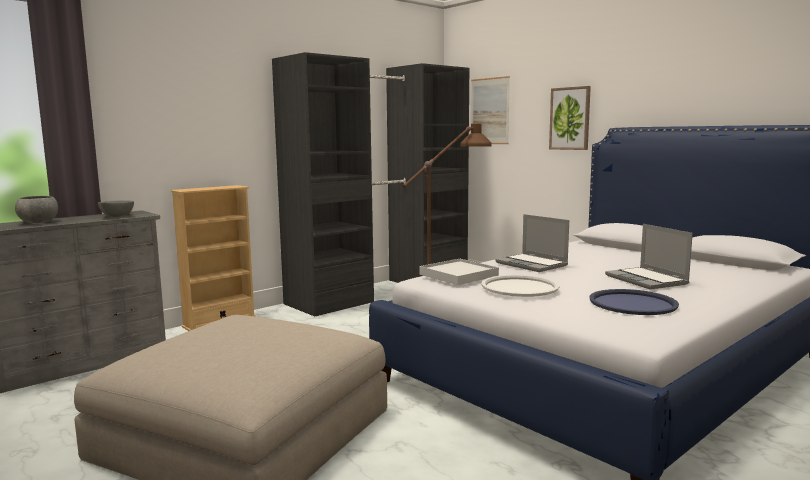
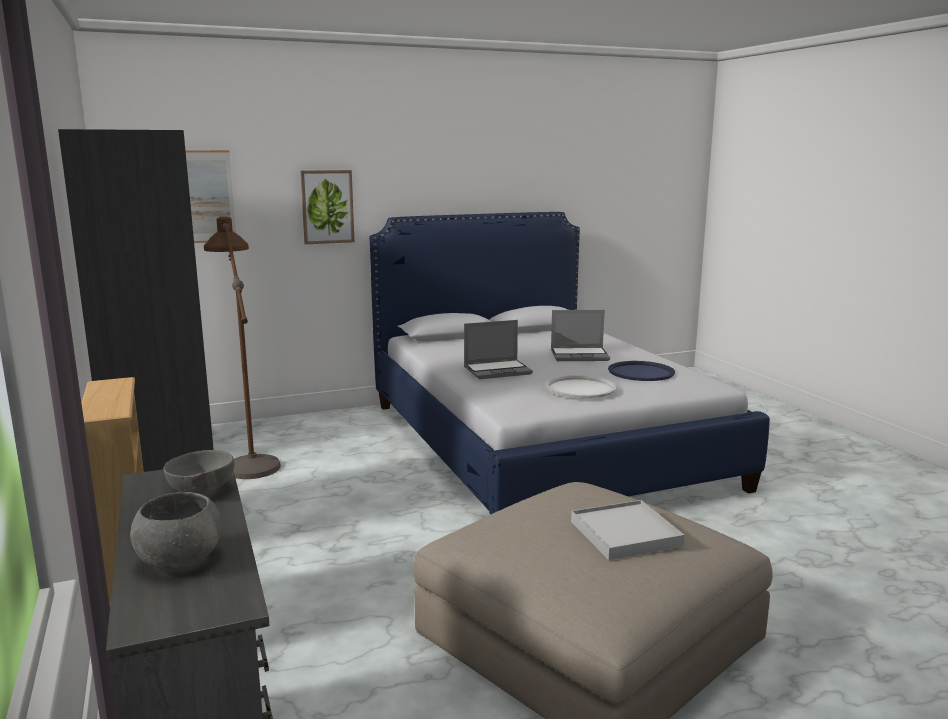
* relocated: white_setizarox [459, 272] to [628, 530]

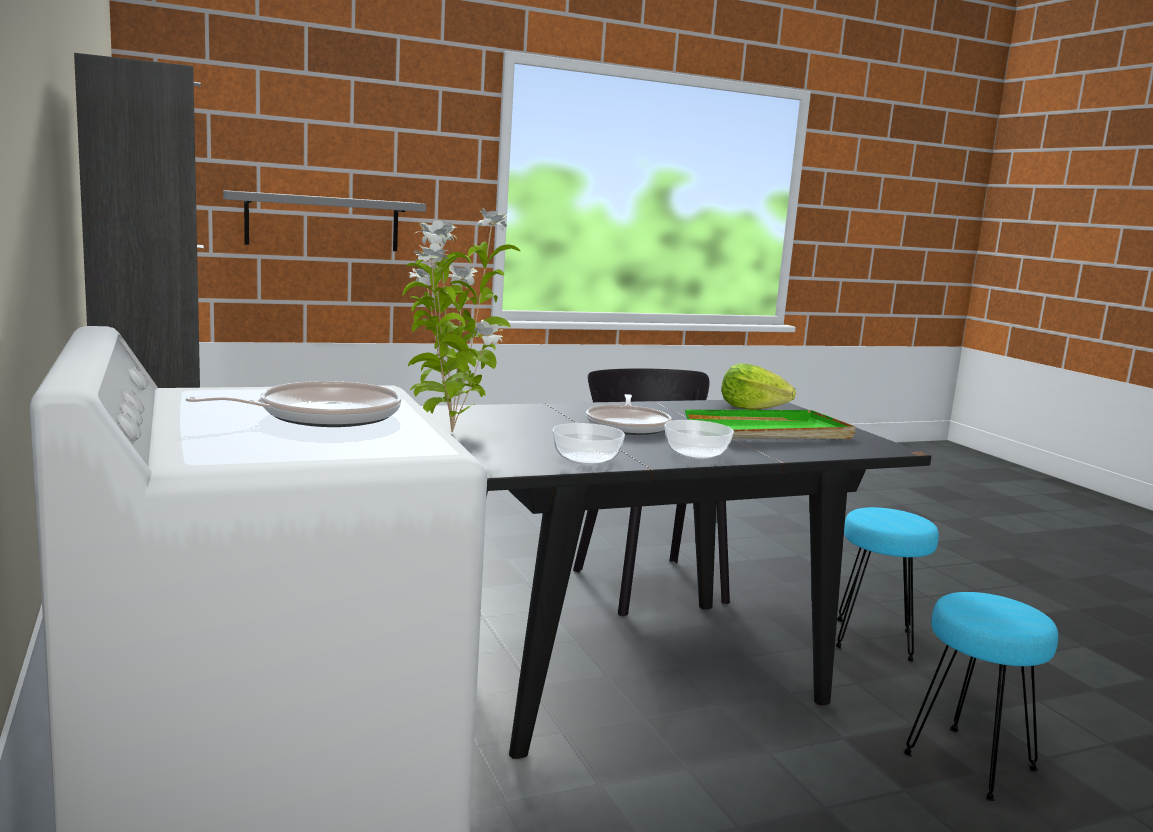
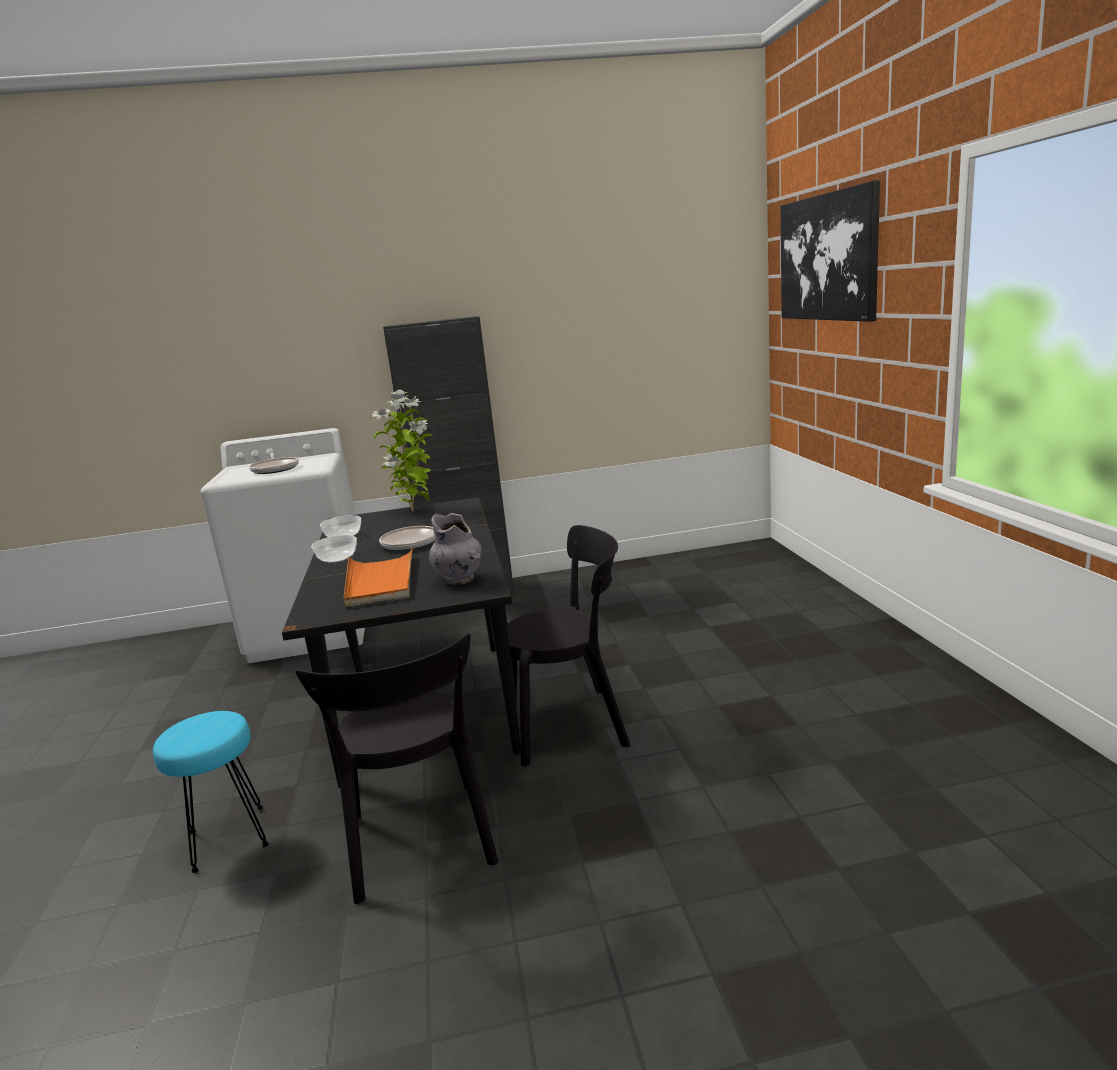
* exchanged: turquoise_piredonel [887, 584] to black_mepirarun [397, 768]
* colour: green_setizarox [770, 424] to orange_setizarox [378, 577]
* exchanged: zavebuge [758, 386] to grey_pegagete [456, 549]
* appeared: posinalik [830, 251]
* missing: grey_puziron [324, 220]

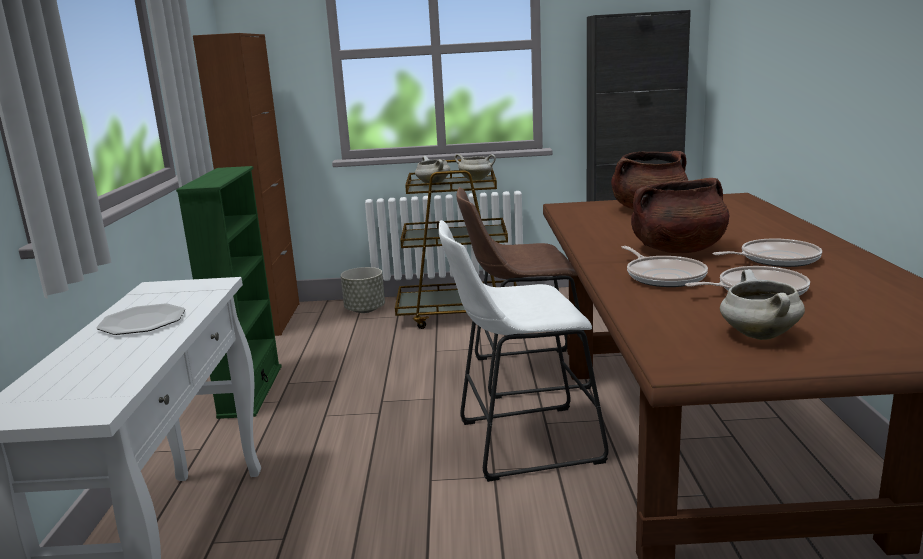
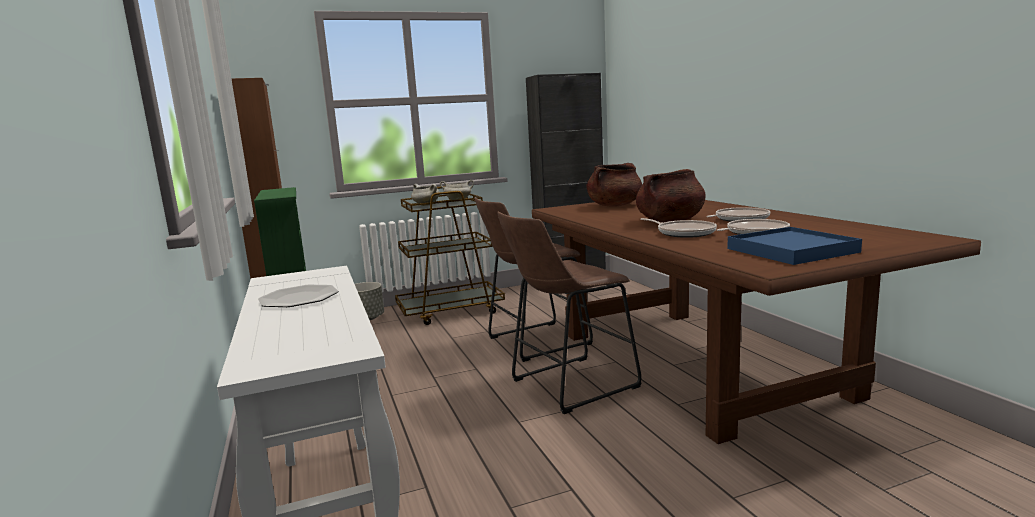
* colour: white_piredonel [523, 351] to brown_piredonel [569, 312]
* exchanged: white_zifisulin [762, 304] to blue_setizarox [794, 246]

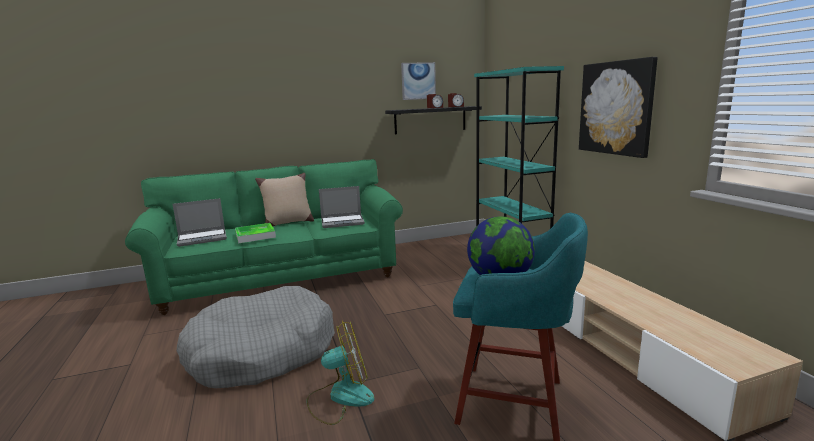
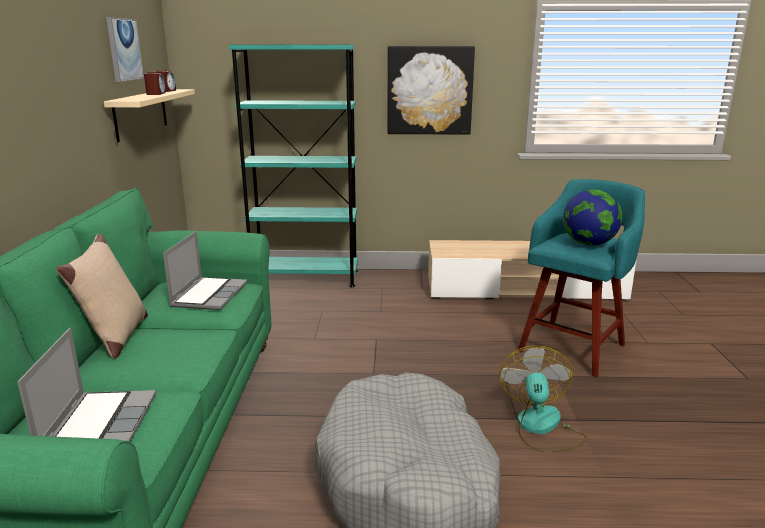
* colour: black_puziron [433, 120] to beige_puziron [149, 115]
* missing: setizarox [255, 233]

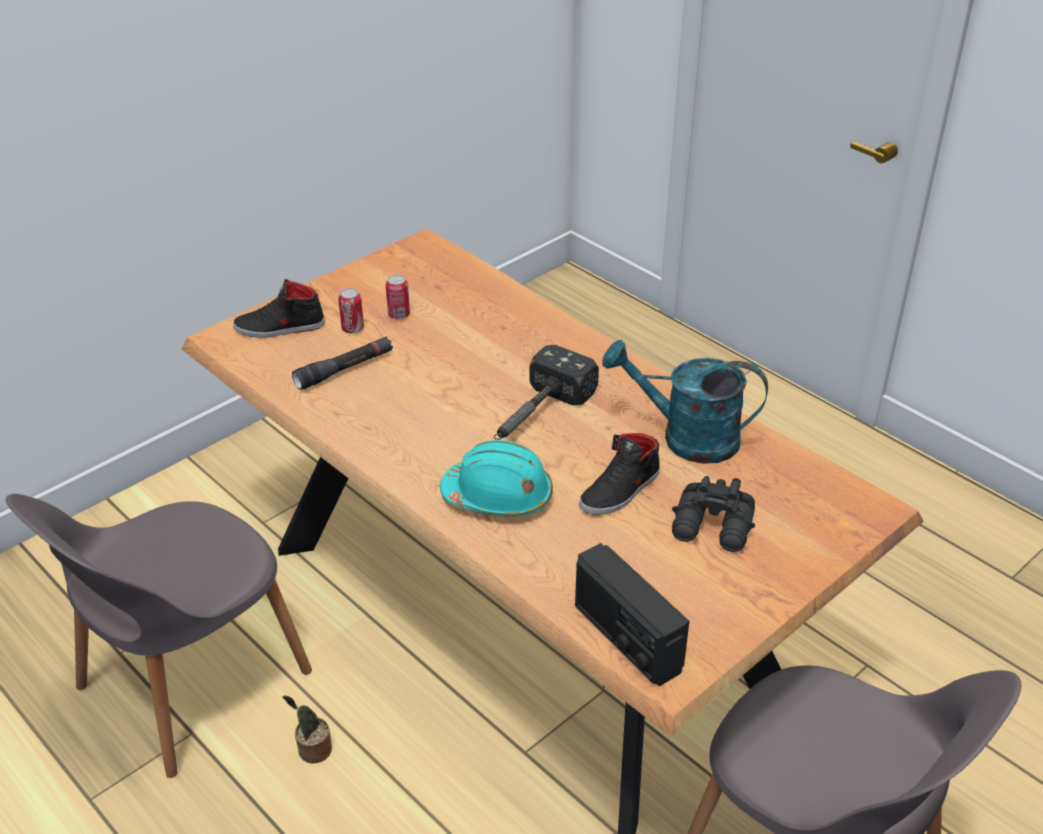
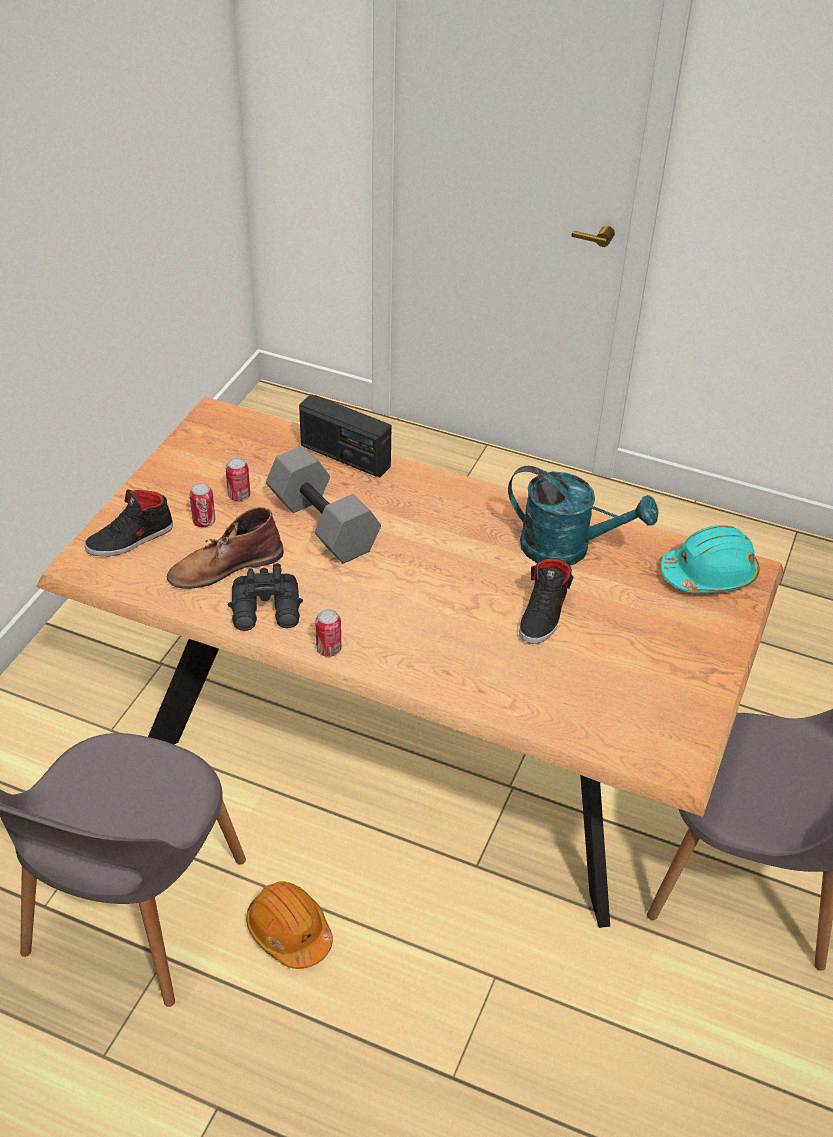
* exchanged: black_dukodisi [342, 363] to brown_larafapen [225, 548]
* relocated: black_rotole [713, 514] to [265, 597]
* exchanged: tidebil [307, 729] to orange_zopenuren [289, 925]
* appeared: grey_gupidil [323, 504]
* relocated: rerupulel [632, 614] to [345, 436]
* appeared: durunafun [328, 633]
* spun: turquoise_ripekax [685, 402] = [583, 516] 150 degrees counterclockwise
* relocated: turquoise_zopenuren [496, 478] to [710, 559]
* missing: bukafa [546, 392]

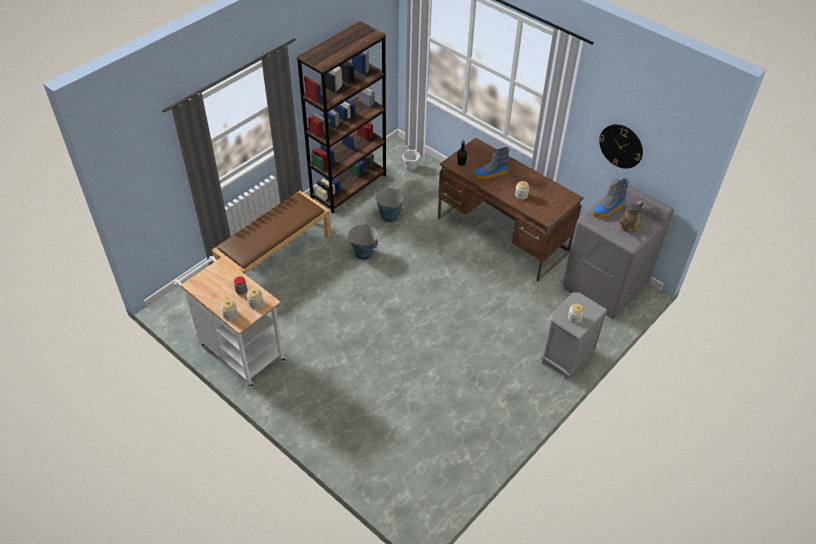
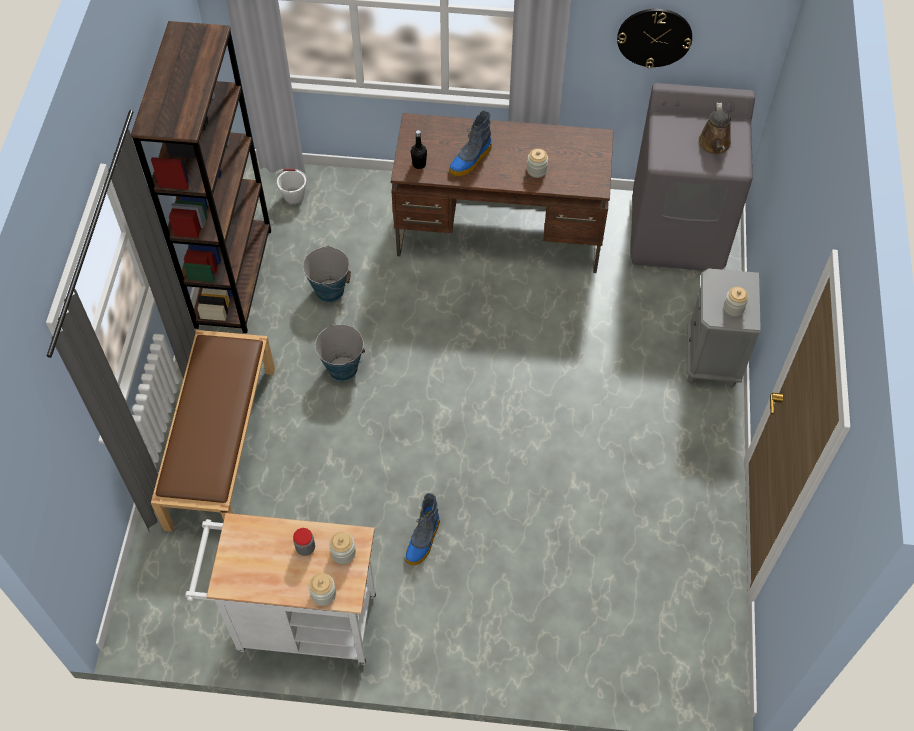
* relocated: larafapen [610, 198] to [422, 529]

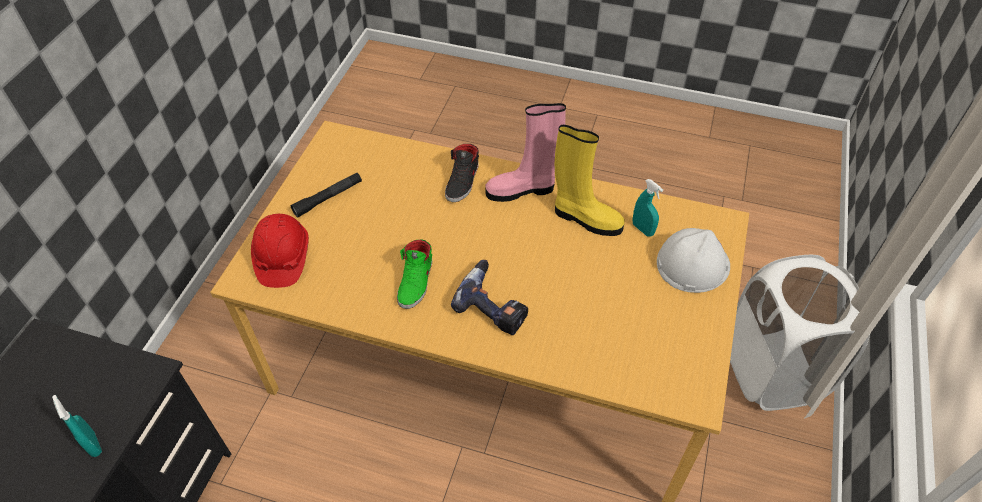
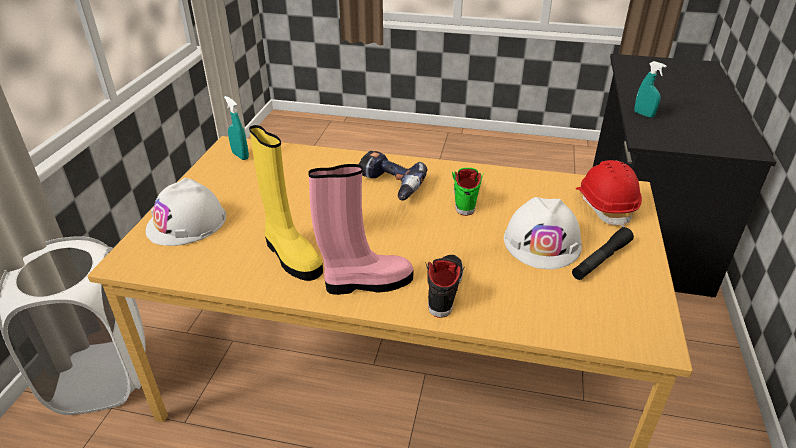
* relocated: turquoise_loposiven [648, 208] to [236, 128]
* spun: yellow_larafapen [590, 180] = [286, 203] 150 degrees counterclockwise
* appeared: white_zopenuren [543, 233]

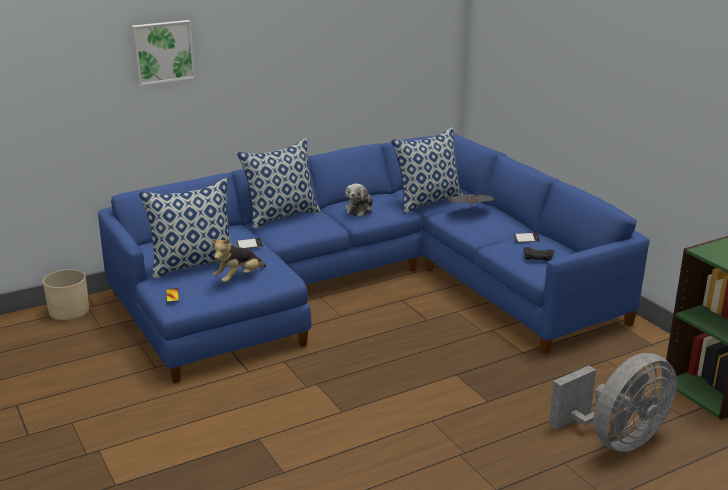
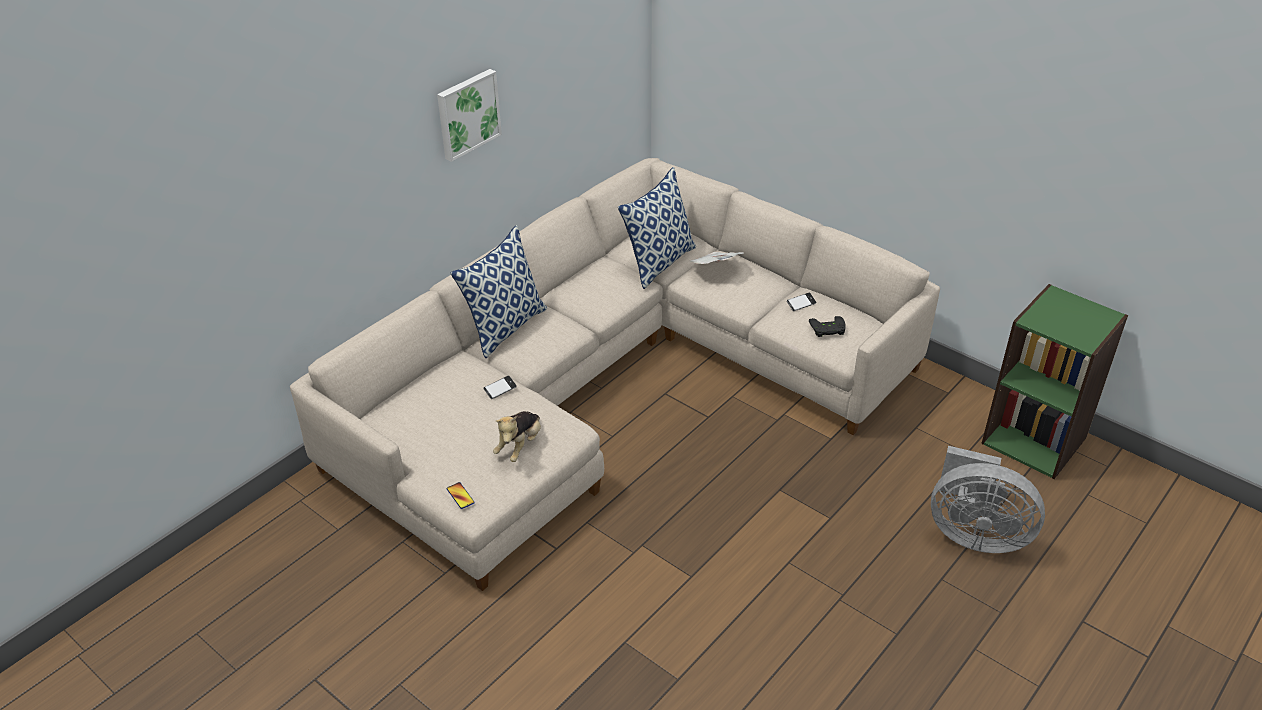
* colour: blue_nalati [374, 258] to beige_nalati [615, 374]
* relocated: posinalik [163, 53] to [469, 115]
* spun: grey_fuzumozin [613, 402] = [988, 499] 75 degrees clockwise
* missing: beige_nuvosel [66, 294]
* missing: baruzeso [185, 228]
* missing: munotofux [359, 200]

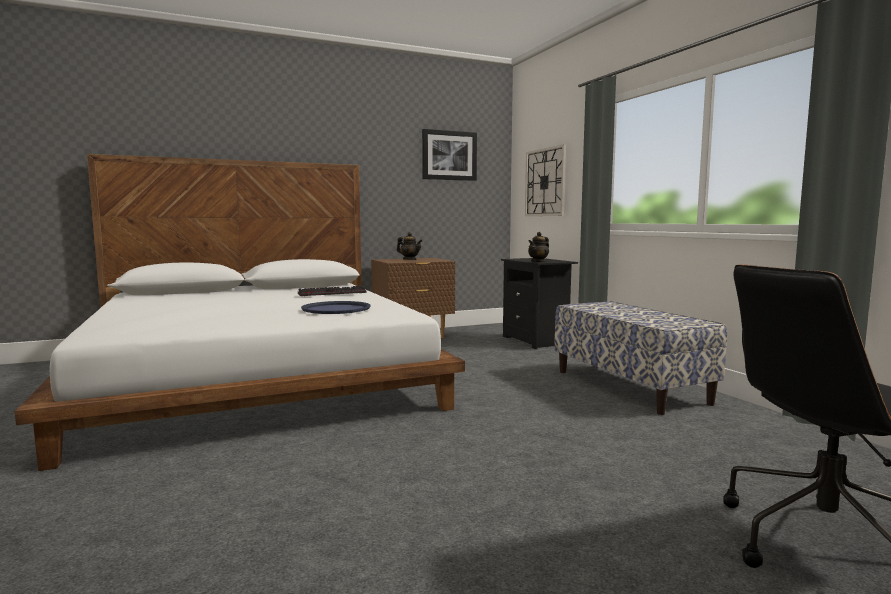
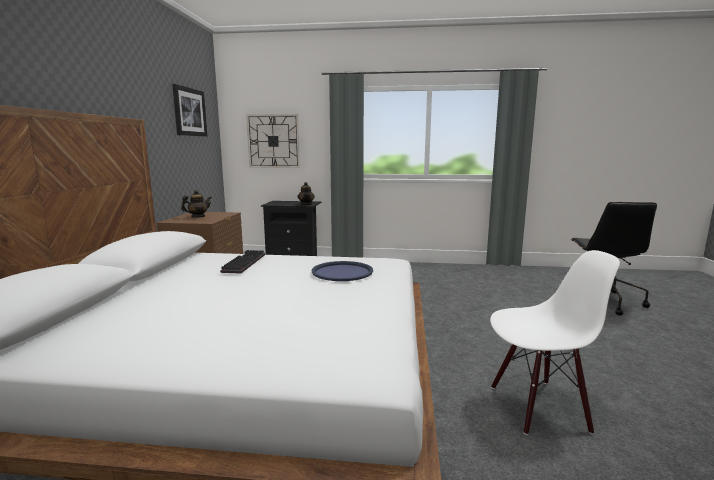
* appeared: white_mepirarun [555, 342]
* missing: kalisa [640, 358]

